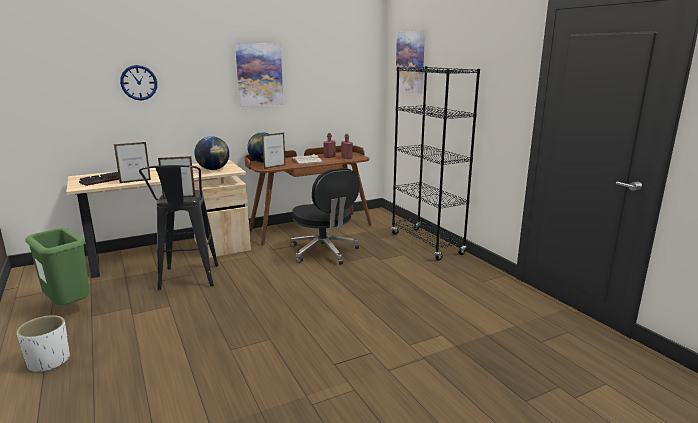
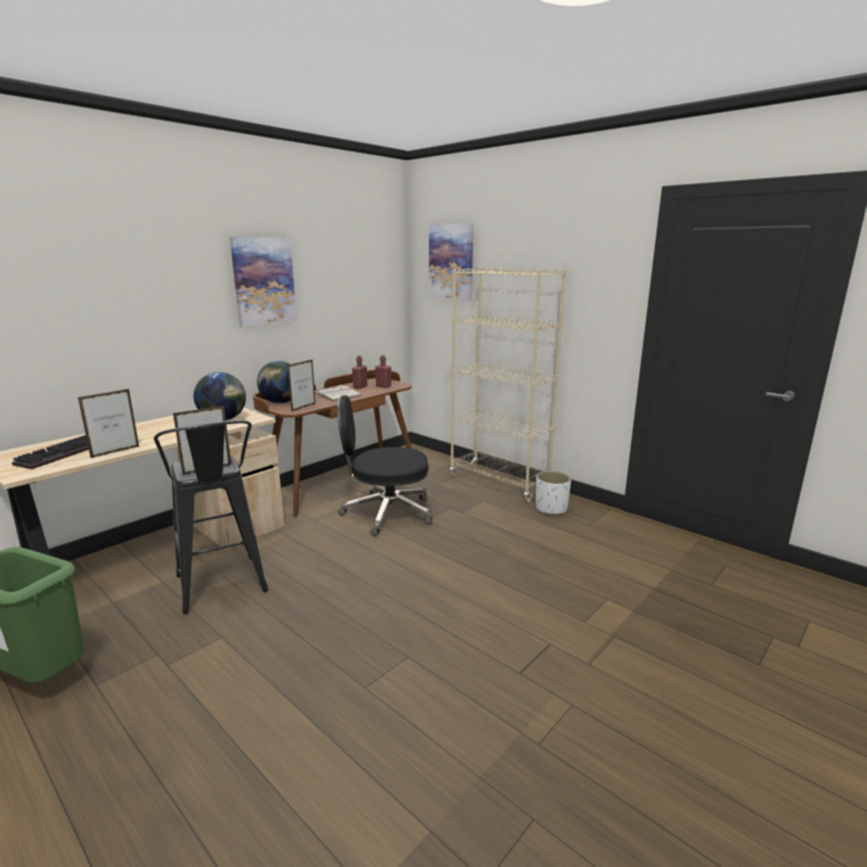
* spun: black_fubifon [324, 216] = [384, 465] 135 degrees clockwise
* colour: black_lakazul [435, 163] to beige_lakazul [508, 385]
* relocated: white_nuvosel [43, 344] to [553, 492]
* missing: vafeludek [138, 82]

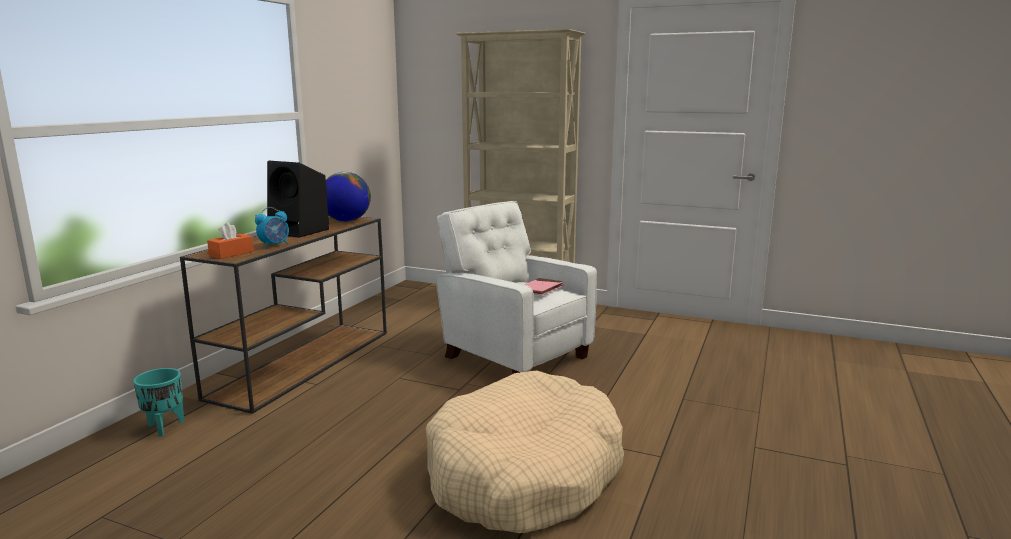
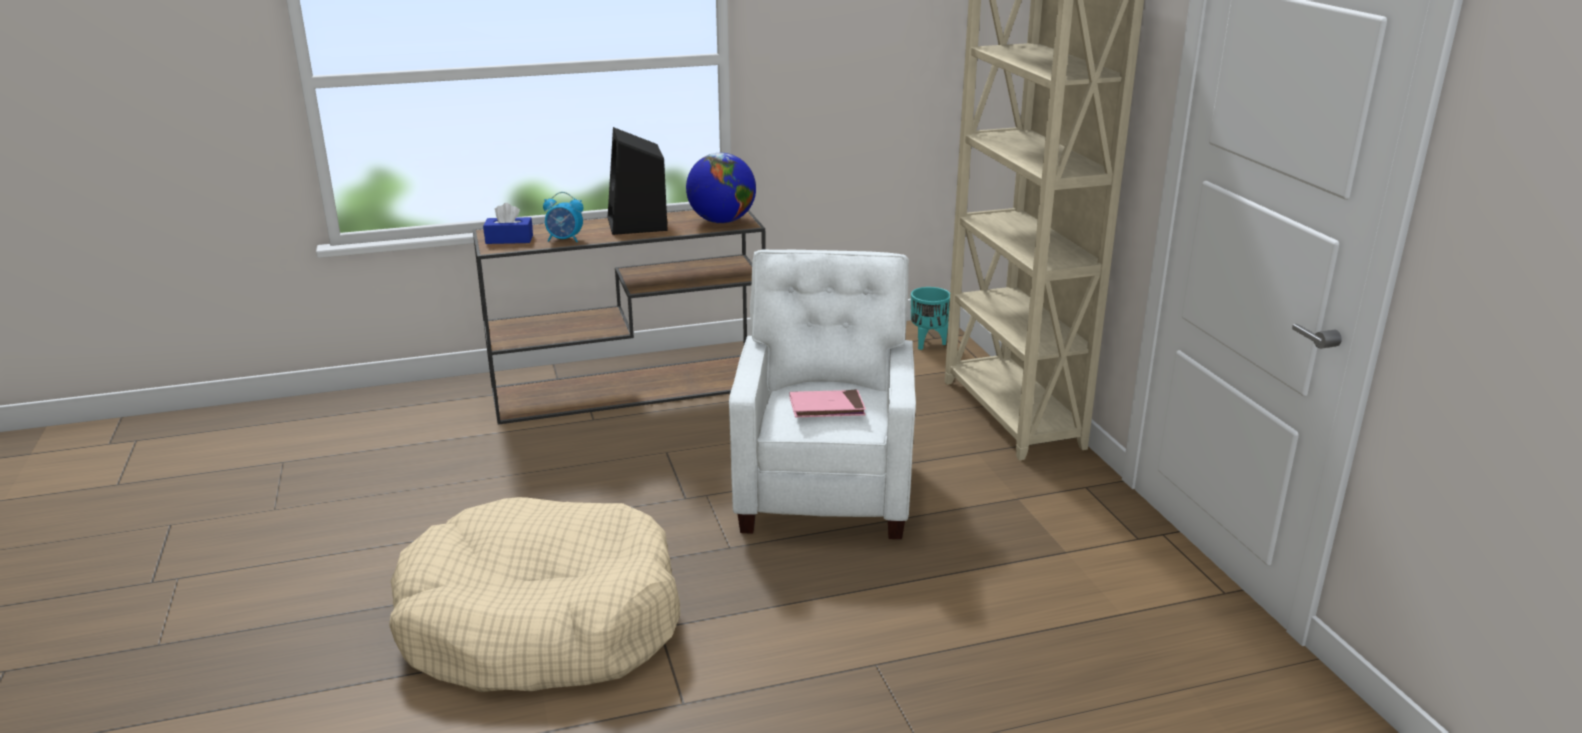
* colour: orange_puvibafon [230, 240] to blue_puvibafon [508, 223]
* relocated: turquoise_nuvosel [158, 402] to [930, 318]

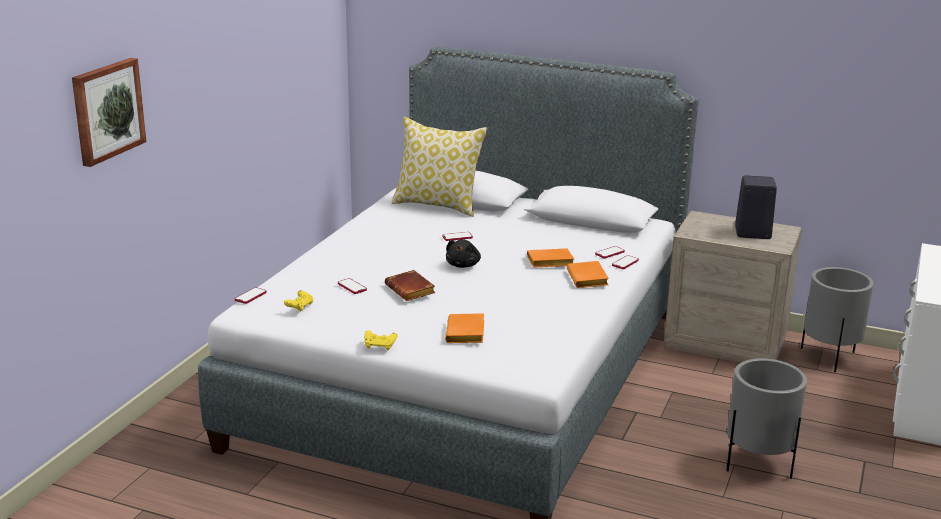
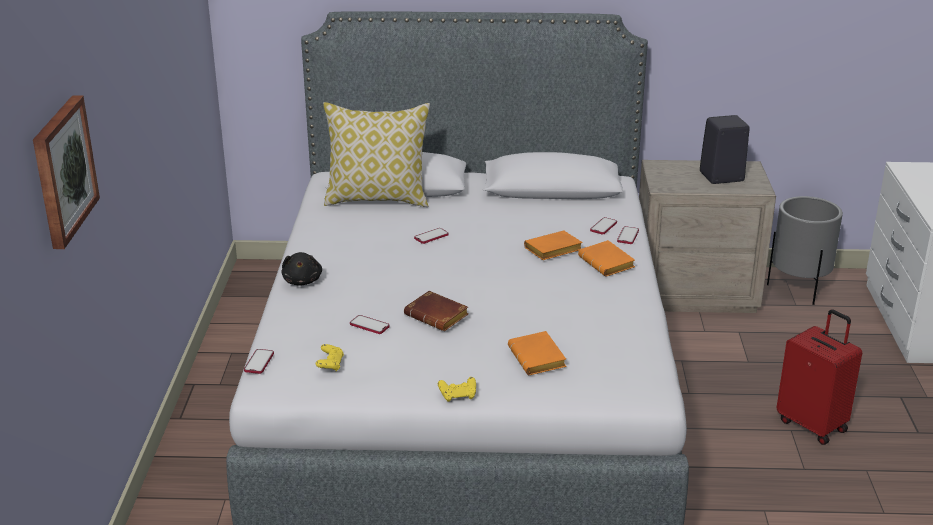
* relocated: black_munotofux [463, 253] to [301, 269]
* exchanged: grey_nuvosel [766, 418] to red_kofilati [819, 377]

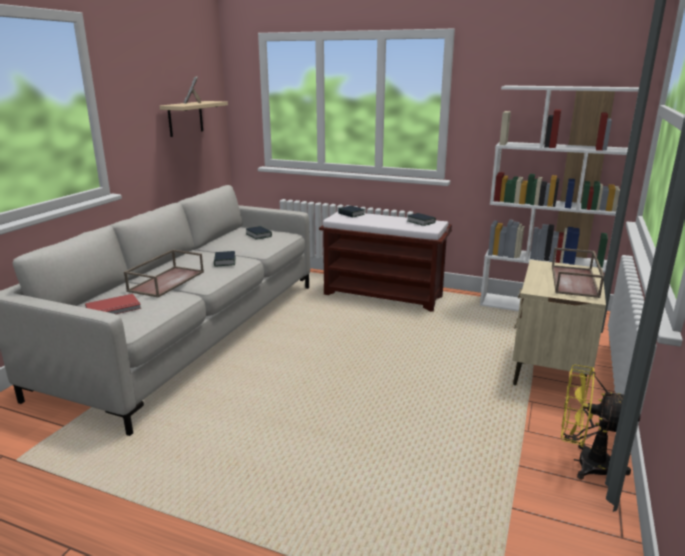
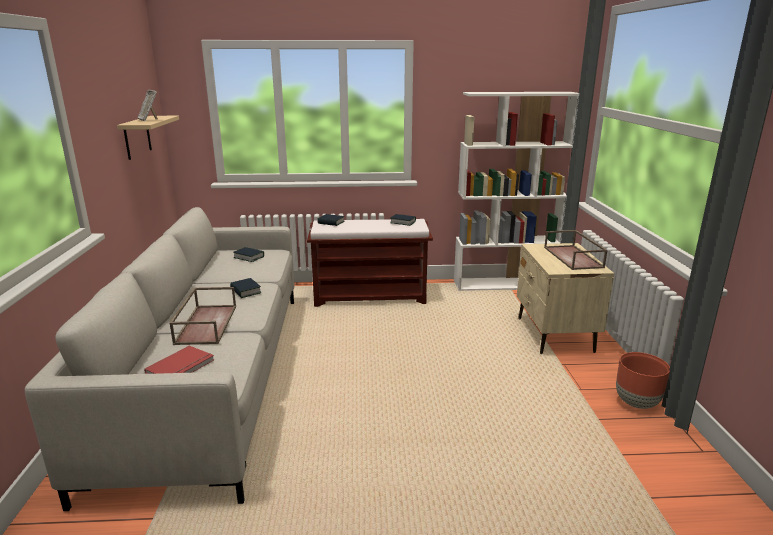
* exchanged: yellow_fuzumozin [601, 422] to brown_nuvosel [643, 380]

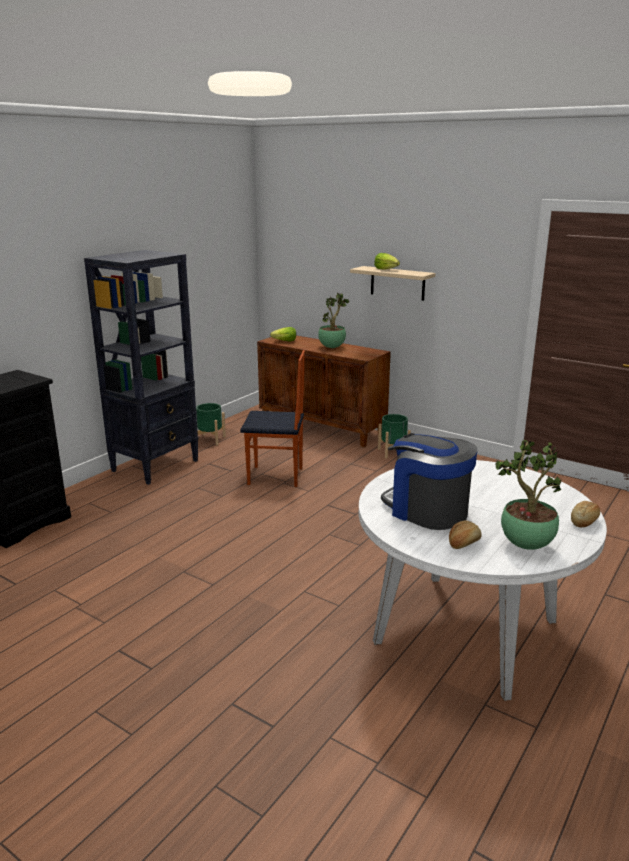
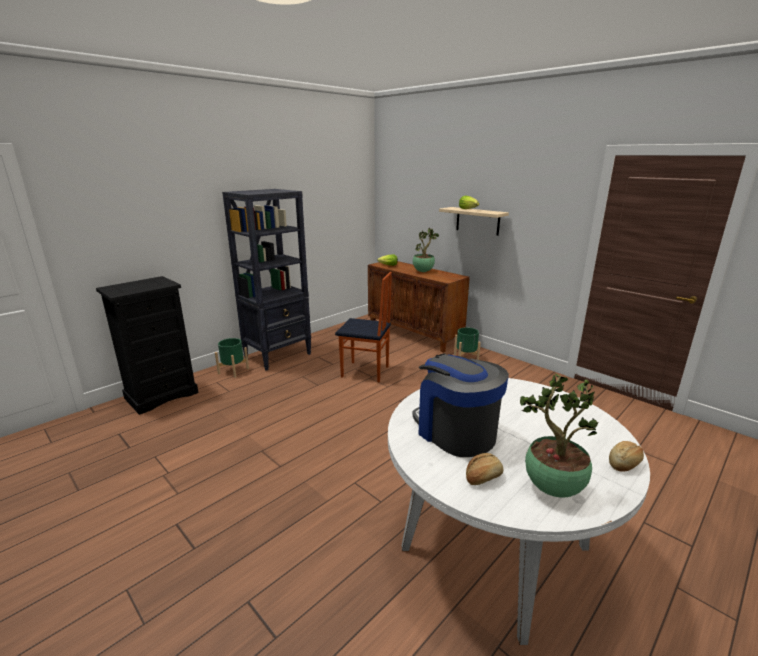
* relocated: green_nuvosel [211, 424] to [232, 358]

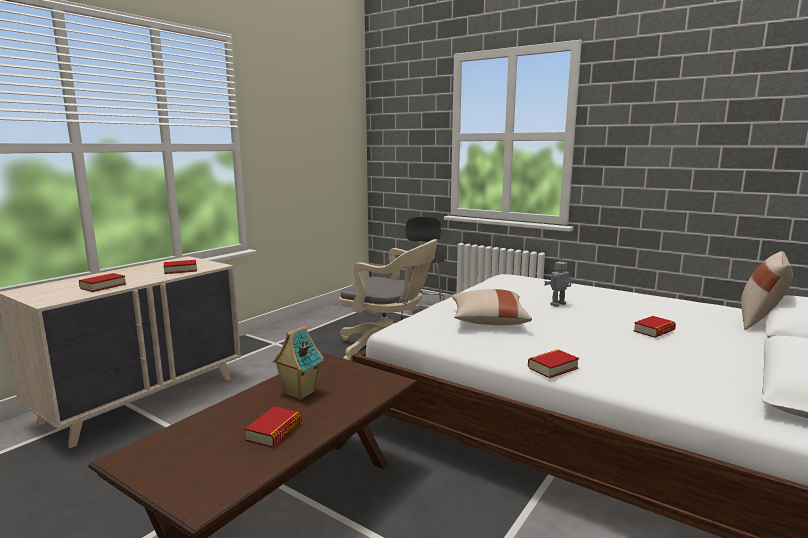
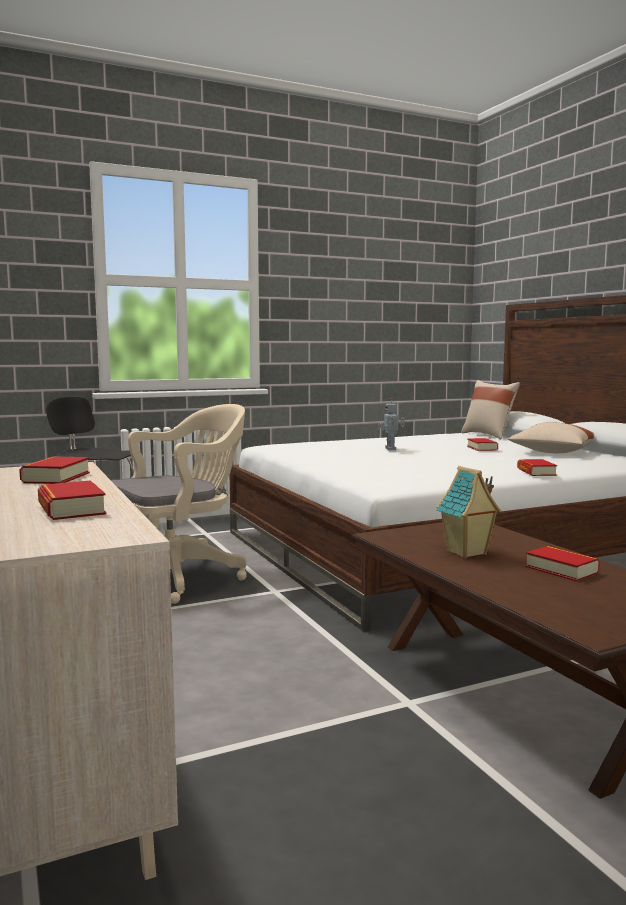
* relocated: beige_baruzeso [492, 307] to [551, 437]

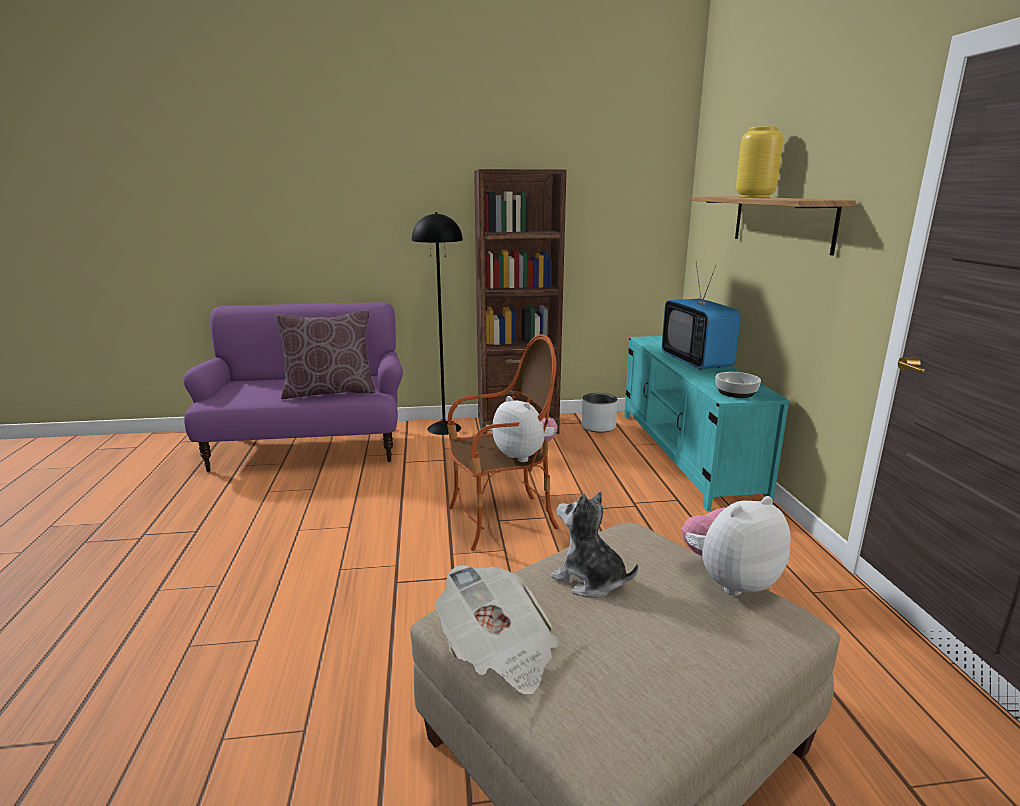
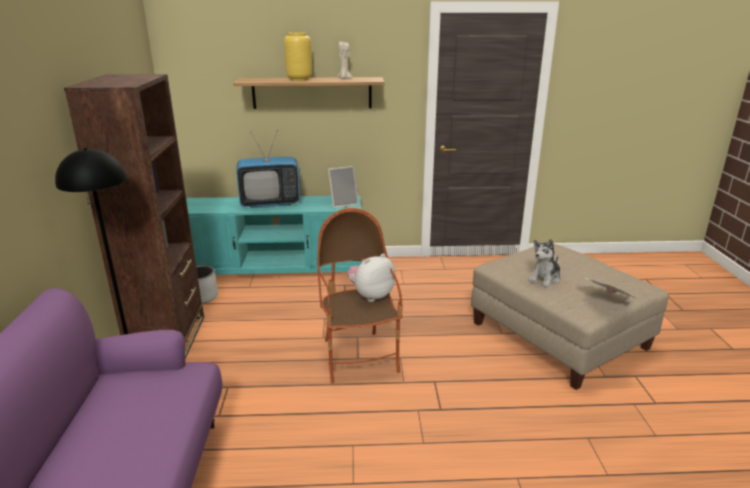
* exchanged: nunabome [738, 385] to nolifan [343, 187]
* appeared: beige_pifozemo [345, 60]
* missing: brown_baruzeso [325, 355]
* missing: munotofux [736, 546]

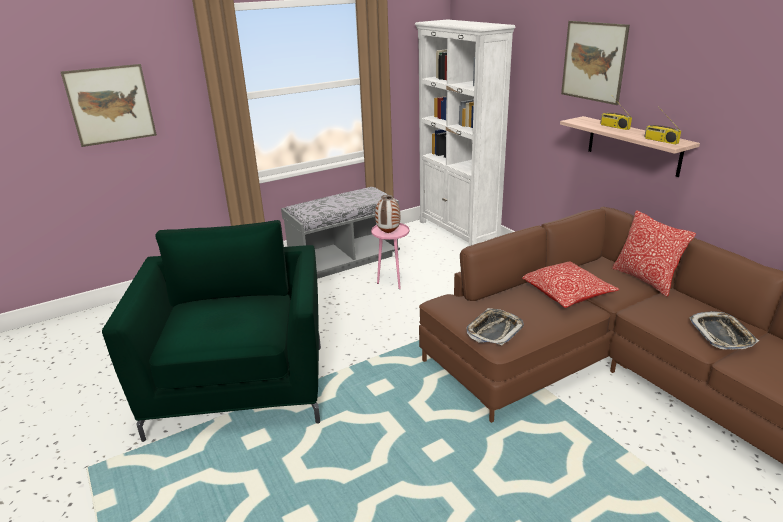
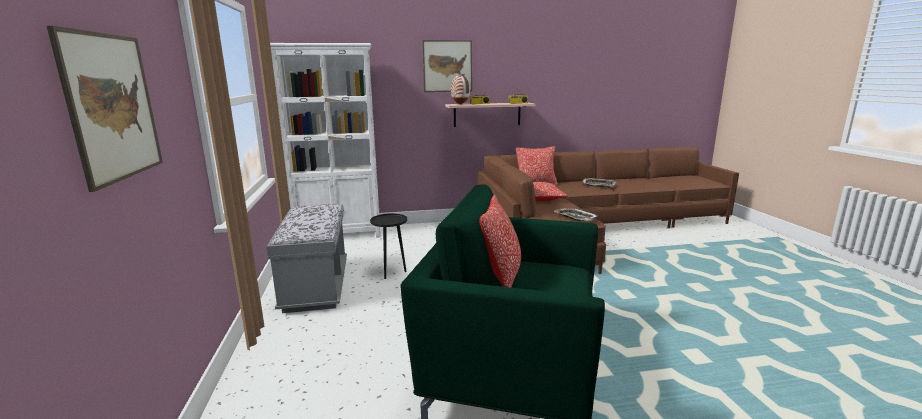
* colour: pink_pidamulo [390, 256] to black_pidamulo [388, 246]
* relocated: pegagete [387, 214] to [460, 89]
* appeared: baruzeso [500, 241]

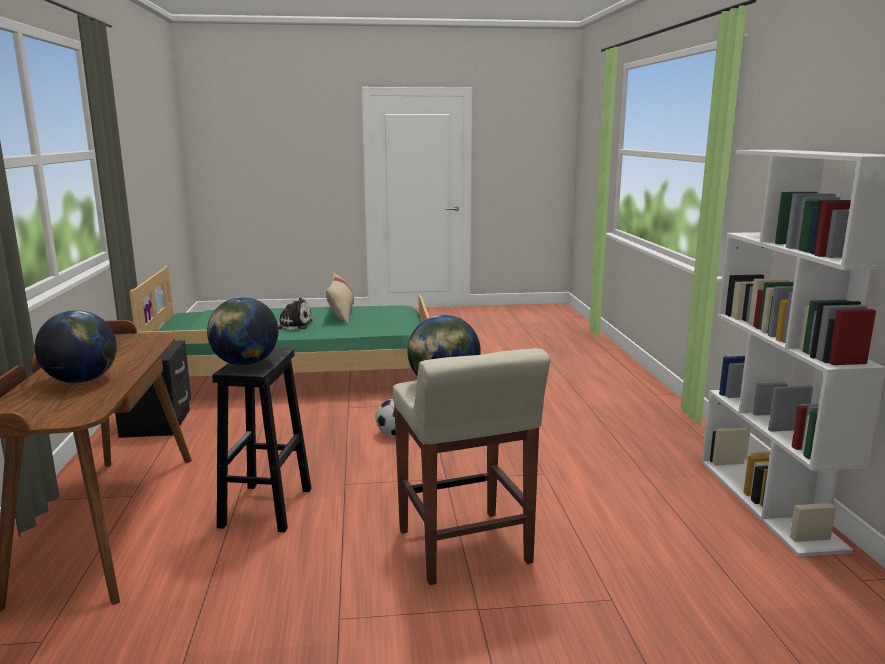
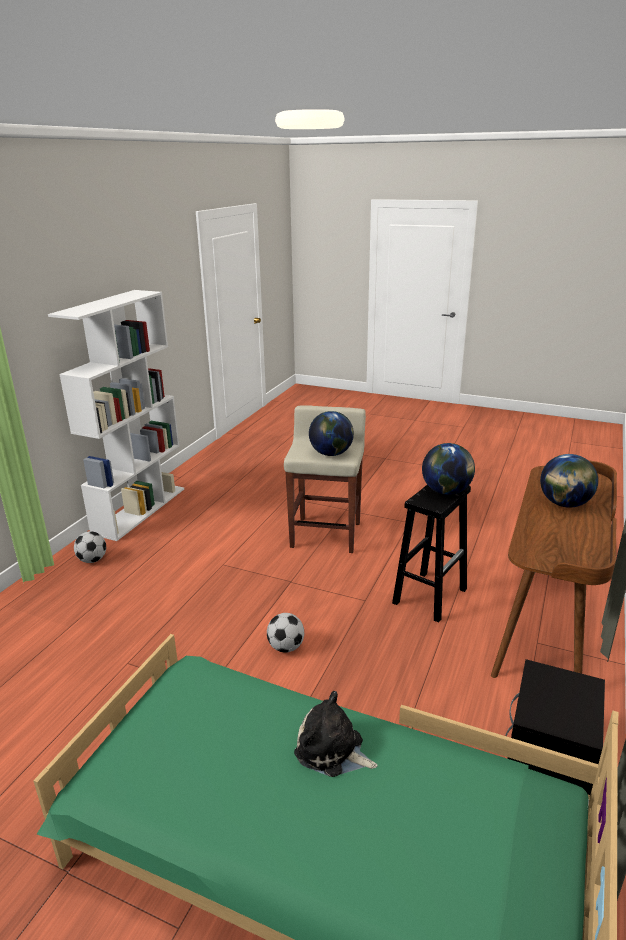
* appeared: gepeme [90, 547]
* missing: beige_baruzeso [340, 298]

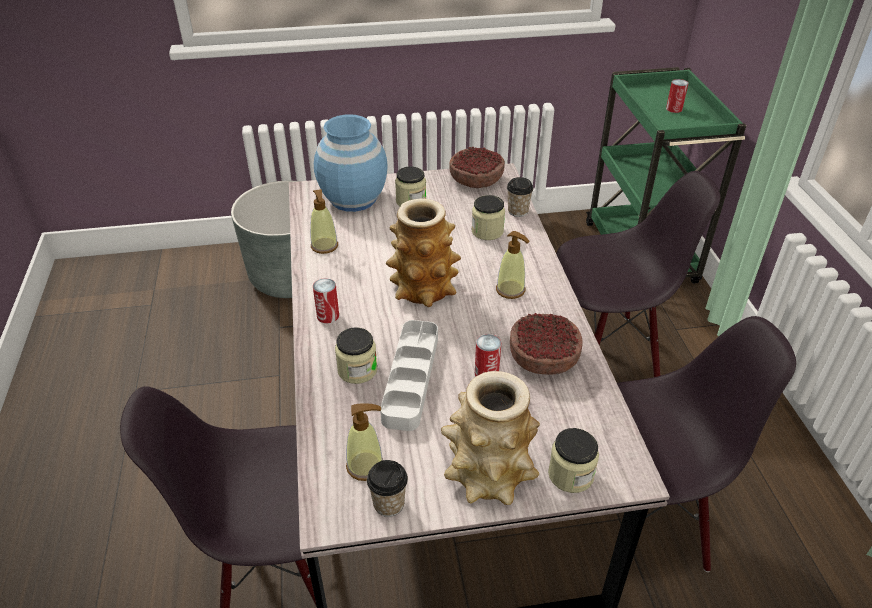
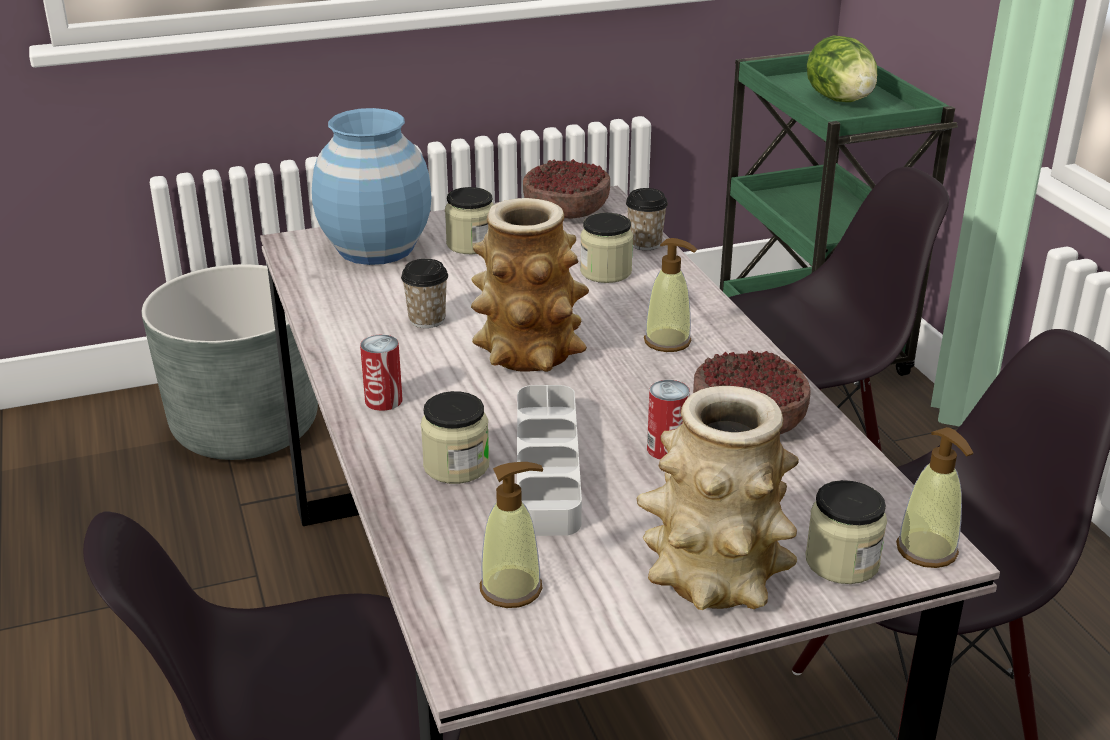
* relocated: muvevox [387, 488] to [424, 293]
* exchanged: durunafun [677, 96] to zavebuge [842, 68]
* relocated: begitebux [324, 221] to [934, 497]

